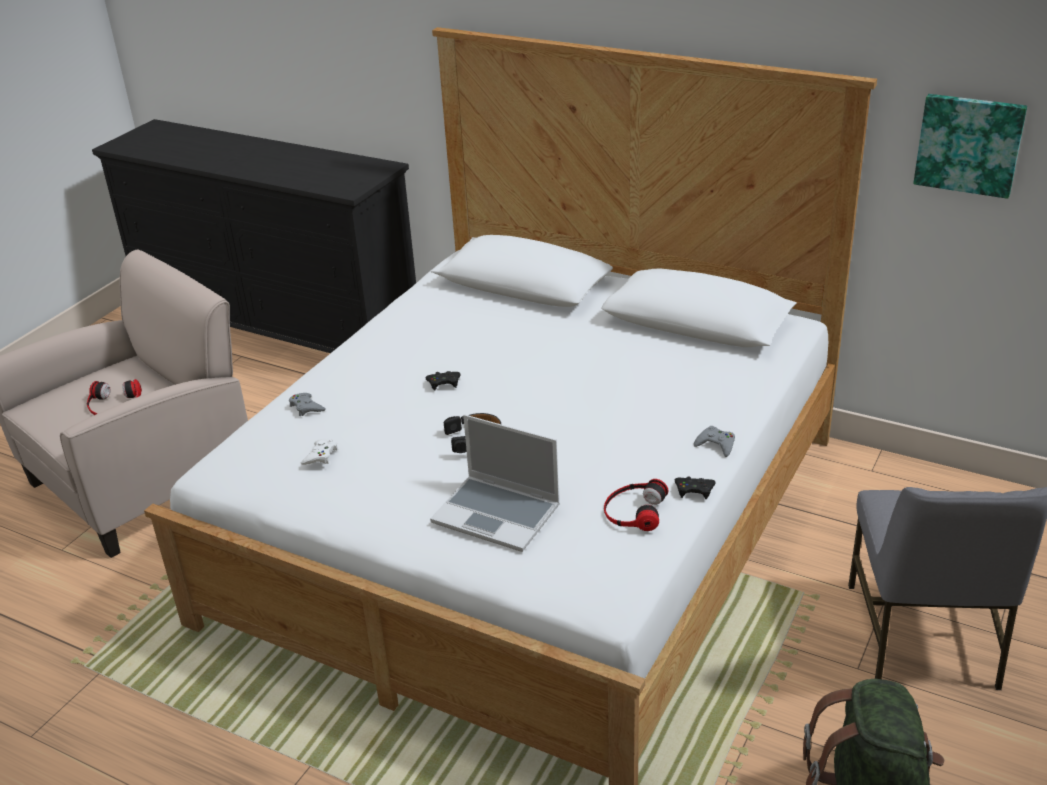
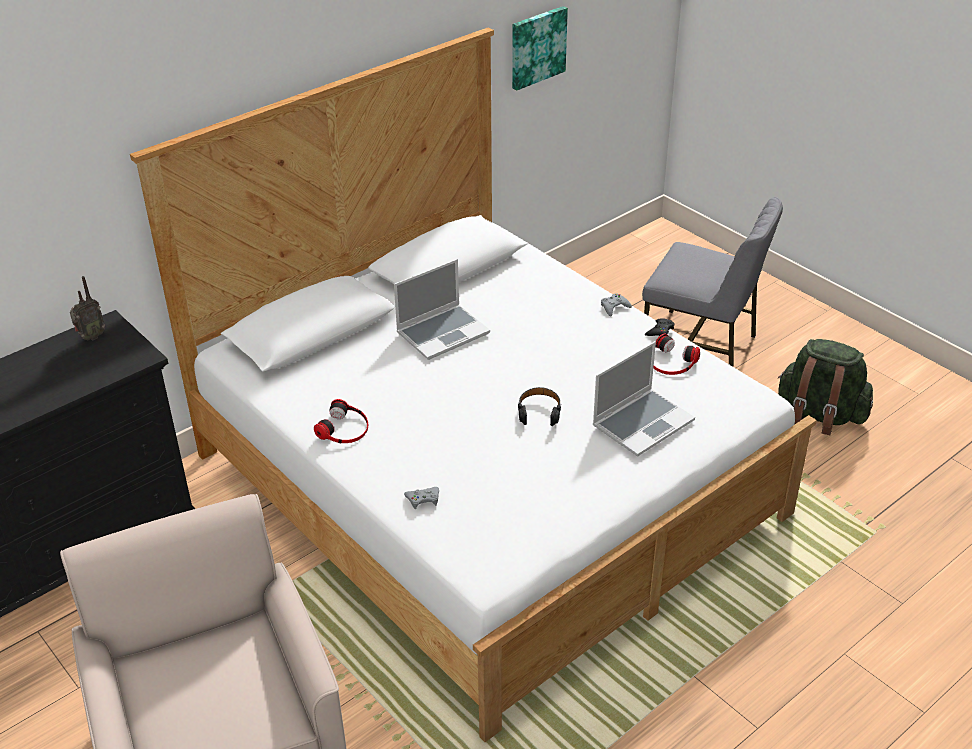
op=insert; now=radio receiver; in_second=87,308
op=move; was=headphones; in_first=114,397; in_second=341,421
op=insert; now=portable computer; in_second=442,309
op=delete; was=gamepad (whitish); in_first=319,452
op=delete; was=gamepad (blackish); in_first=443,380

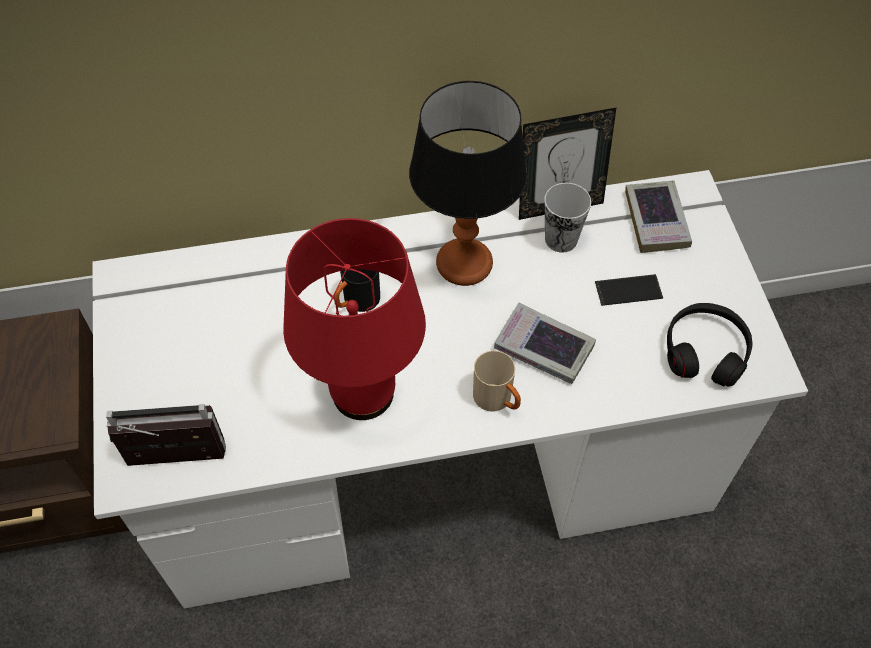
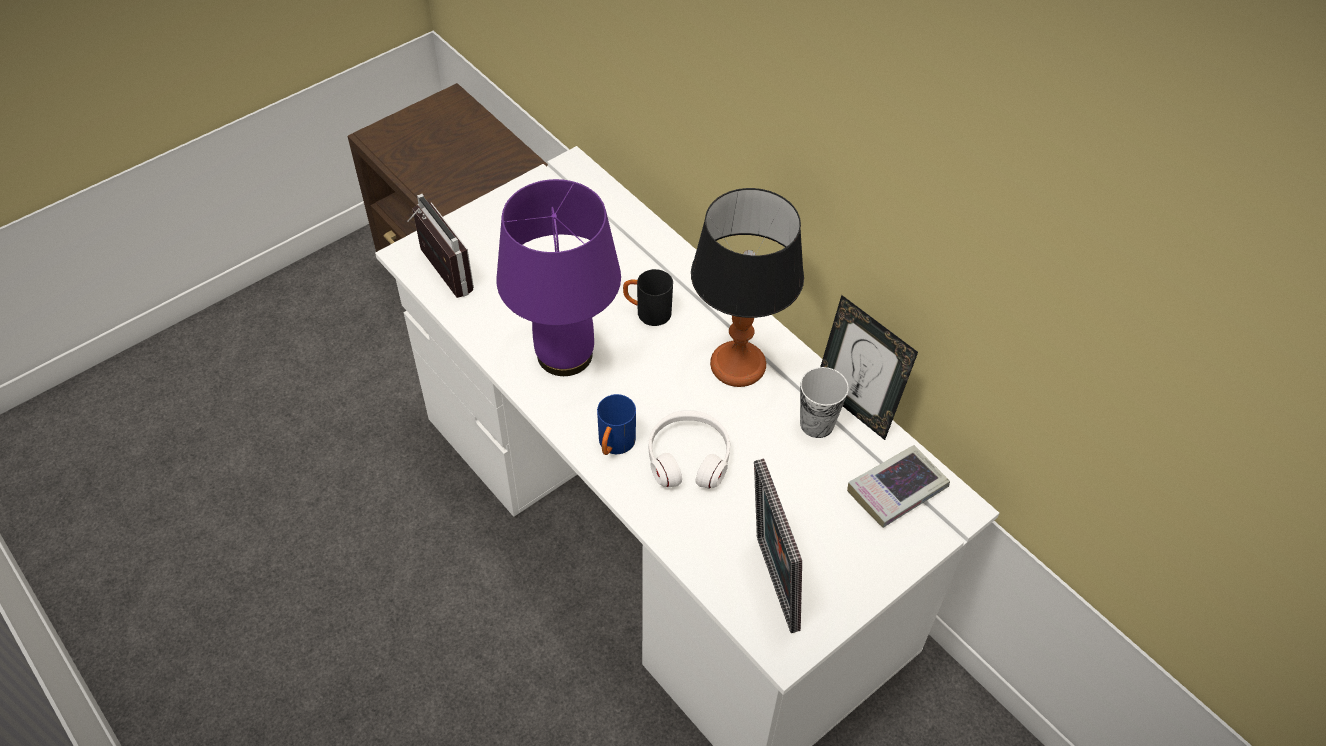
op=recolor; was=lamp for a table (red-coloured); now=lamp for a table (purple); in_first=354,319; in_second=559,277
op=recolor; was=mug (sand-coloured); now=mug (blue-coloured); in_first=497,381; in_second=616,424
op=replace; was=volume; now=headphones (whitish); in_first=545,343; in_second=689,449
op=replace; was=headphones (blackish); now=picture frame; in_first=710,345; in_second=778,546
op=delete; was=handset; in_first=629,290

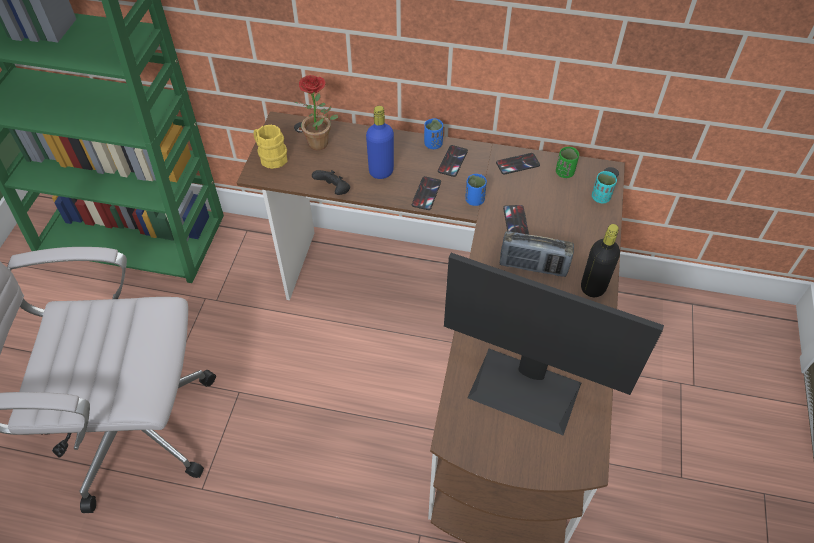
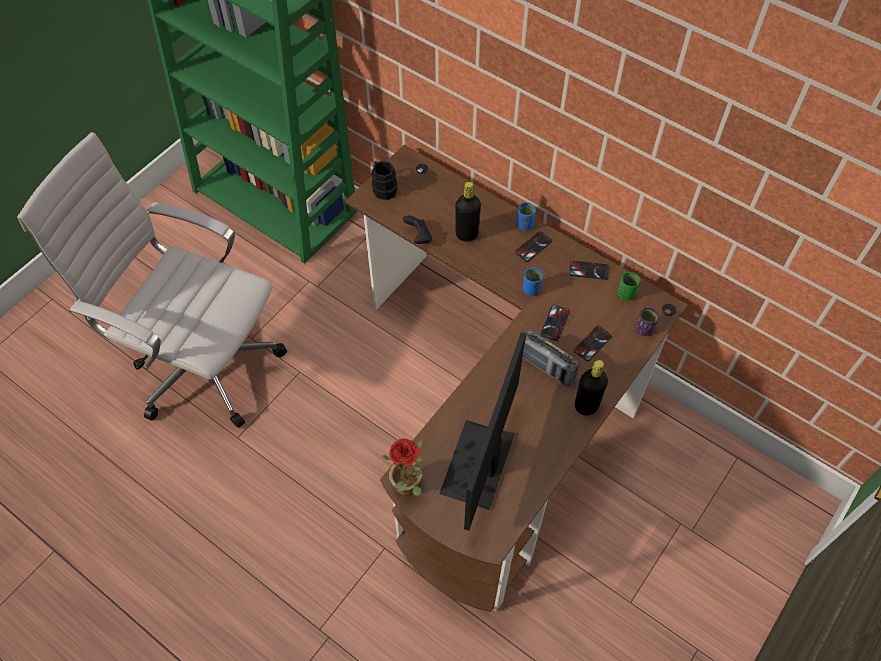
op=recolor; was=mug (yellow-coloured); now=mug (blackish); in_first=271,147; in_second=384,180
op=move; was=plant in a pot; in_first=316,112; in_second=402,467
op=rotate; was=computer display; in_first=554,344; in_second=482,431; clockwise=60
op=recolor; was=drink bottle (blue-coloured); now=drink bottle (blackish); in_first=380,142; in_second=468,212
op=move; was=handset; in_first=426,193; in_second=593,343
op=recolor; was=drinking cup (turquoise-coloured); now=drinking cup (purple); in_first=604,187; in_second=647,321

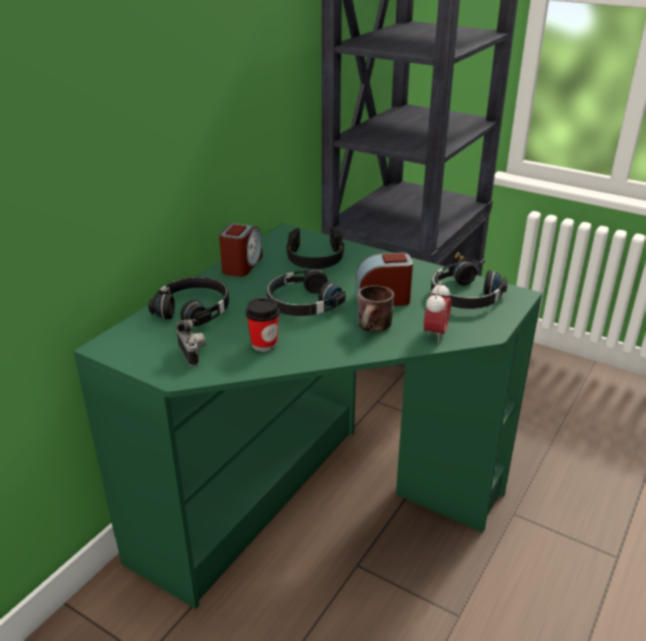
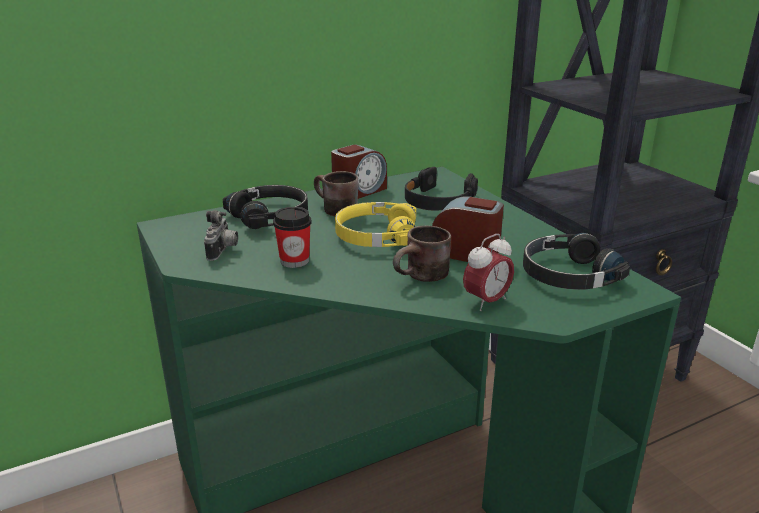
op=insert; now=mug (brown-coloured); in_second=336,194
op=recolor; was=headphones (blackish); now=headphones (yellow-coloured); in_first=306,292; in_second=375,224

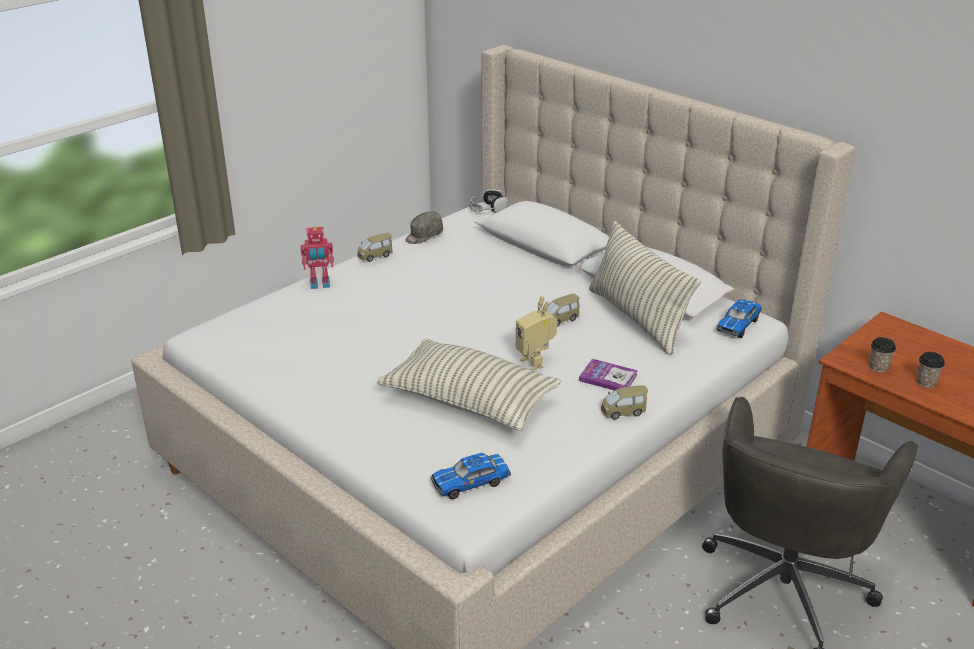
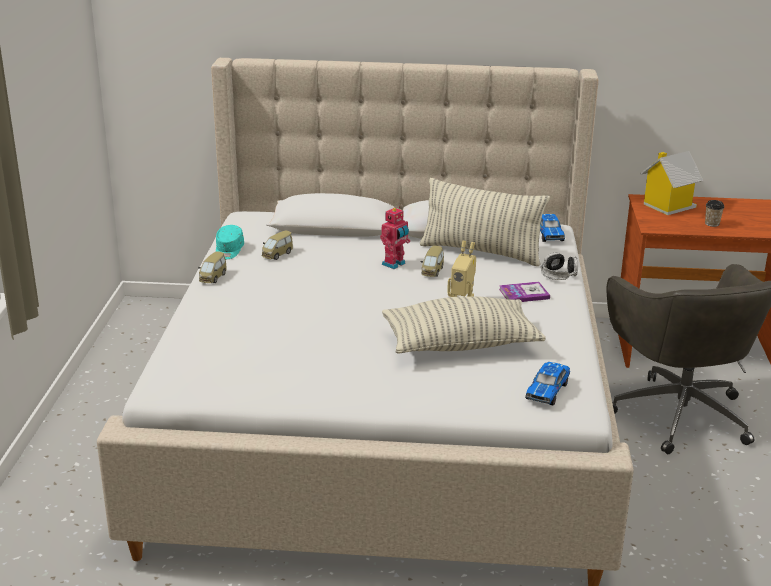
op=recolor; was=baseball cap (gray); now=baseball cap (turquoise-coloured); in_first=424,227; in_second=230,242
op=move; was=miniature car; in_first=625,402; in_second=277,245
op=move; was=model robot; in_first=317,258; in_second=395,238
op=move; was=headphones; in_first=488,201; in_second=559,266
op=insert; now=model house; in_second=671,183
op=delete; was=drinking cup; in_first=882,355

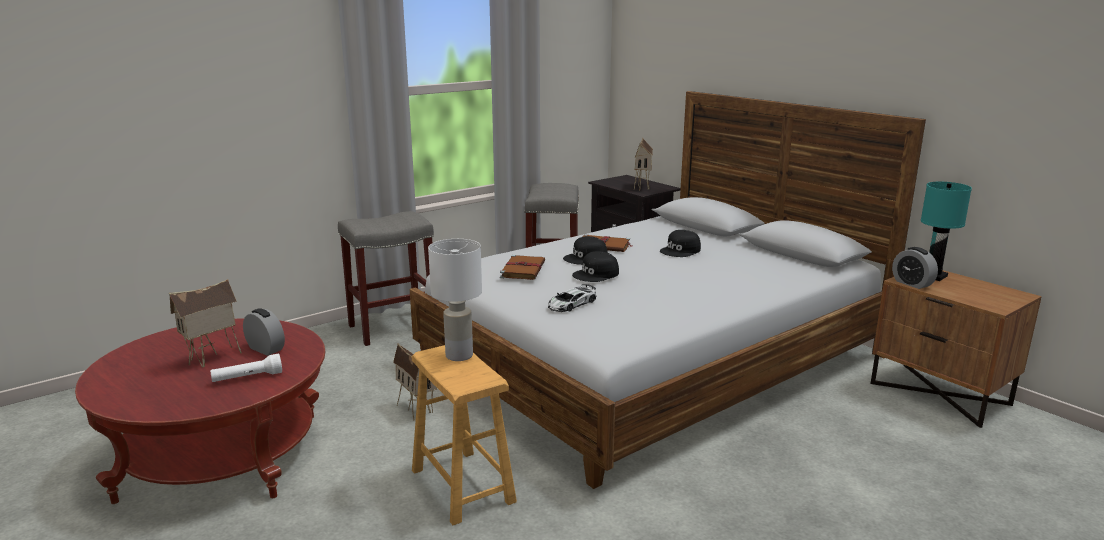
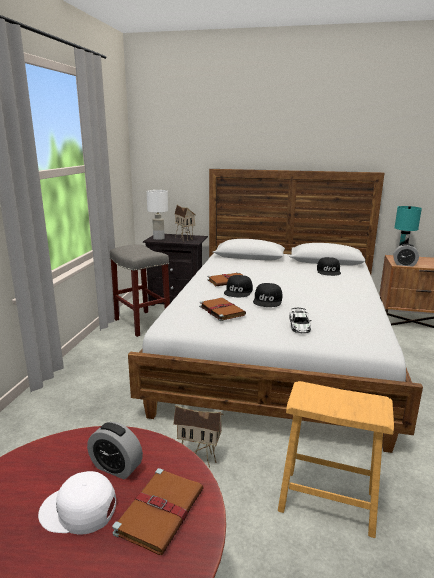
op=replace; was=model house; now=baseball cap (whitish); in_first=205,323; in_second=77,503
op=rotate; was=alarm clock; in_first=264,332; in_second=115,450; clockwise=-150
op=replace; was=hand torch (whitish); now=volume (brown-coloured); in_first=246,367; in_second=158,511
op=move; was=lamp for a table (whitish); in_first=455,300; in_second=157,215
op=move; was=baseball cap (blackish); in_first=680,243; in_second=329,266
op=delete; was=stool (gray); in_first=386,278

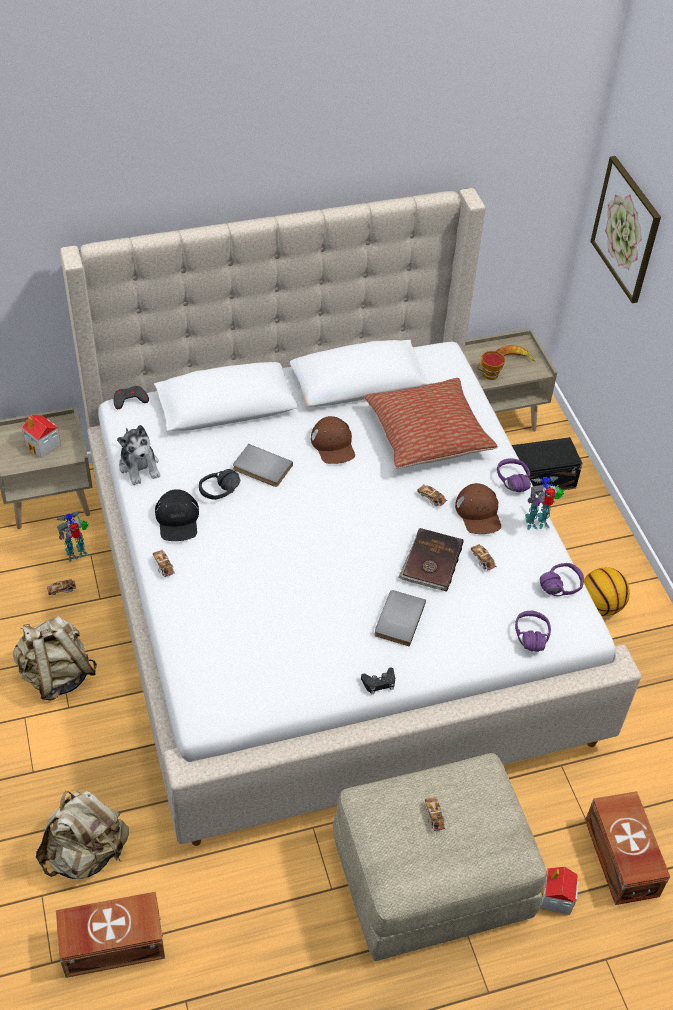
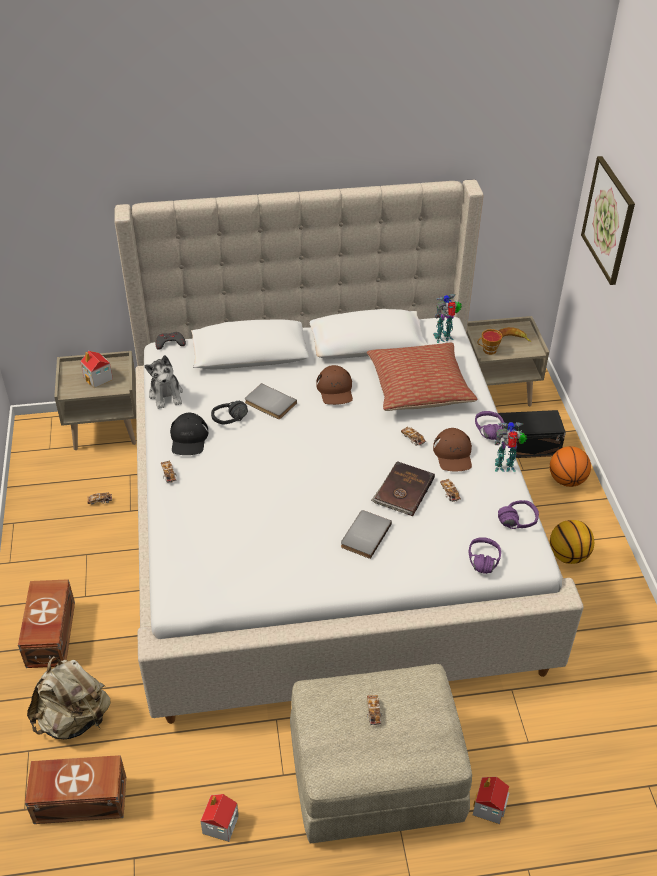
op=move; was=storage bin (brown-coloured); in_first=627,848; in_second=46,623
op=insert; now=model house; in_second=219,818
op=move; was=model robot; in_first=72,536; in_second=447,318
op=insert; now=basketball ball; in_second=570,466
op=delete; was=knapsack (sand-coloured); in_first=55,658
op=delete; was=gamepad (blackish); in_first=378,681

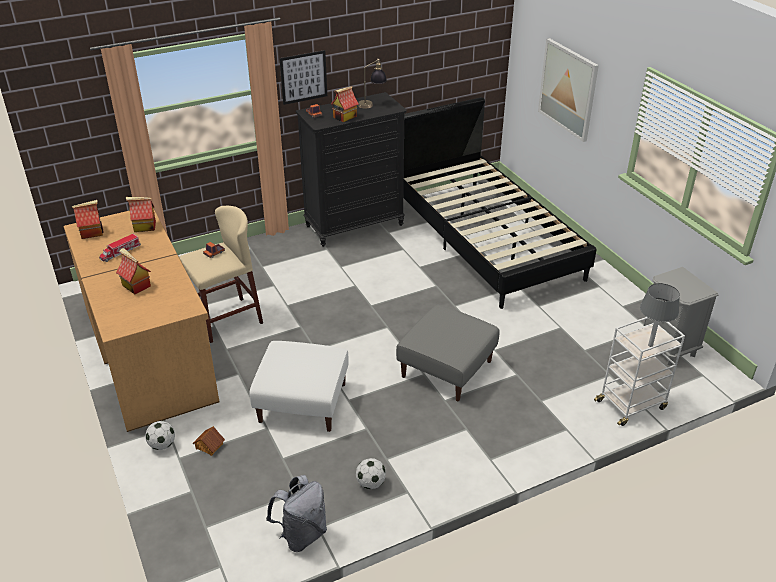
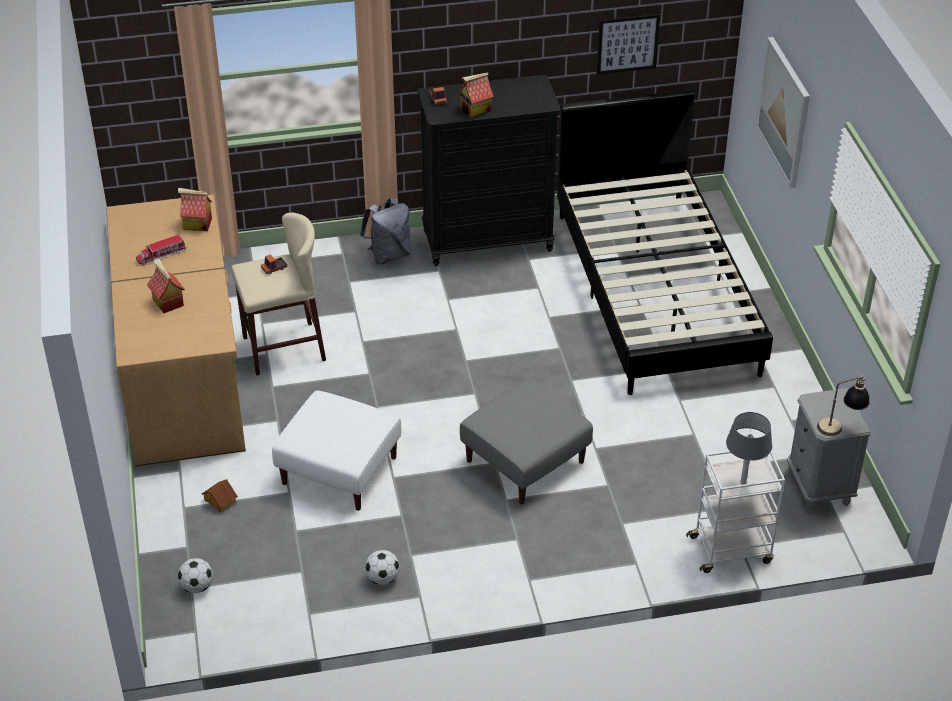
op=move; was=football ball; in_first=160,435; in_second=195,575
op=move; was=knapsack (gray); in_first=296,513; in_second=385,231
op=move; was=wall picture; in_first=303,77; in_second=628,44
op=move; was=lamp for a table; in_first=372,83; in_second=843,404
op=delete; was=model house; in_first=88,219

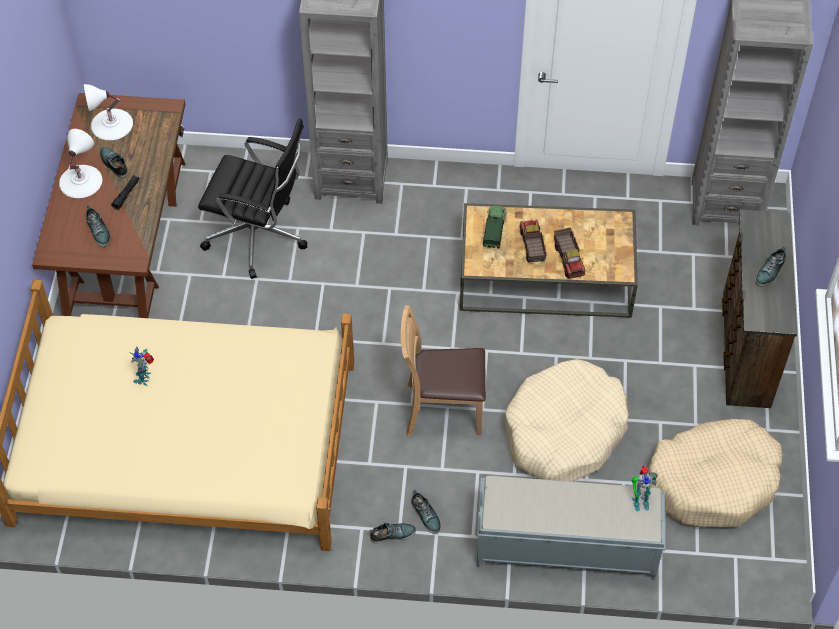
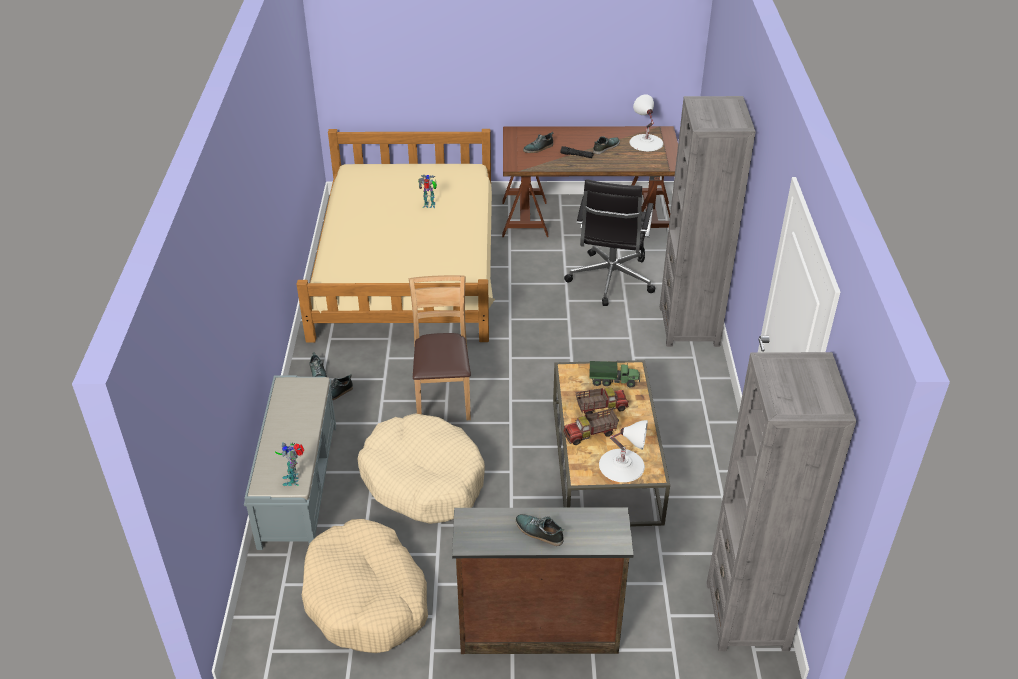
op=move; was=lamp for a table (whitish); in_first=80,163; in_second=623,451

